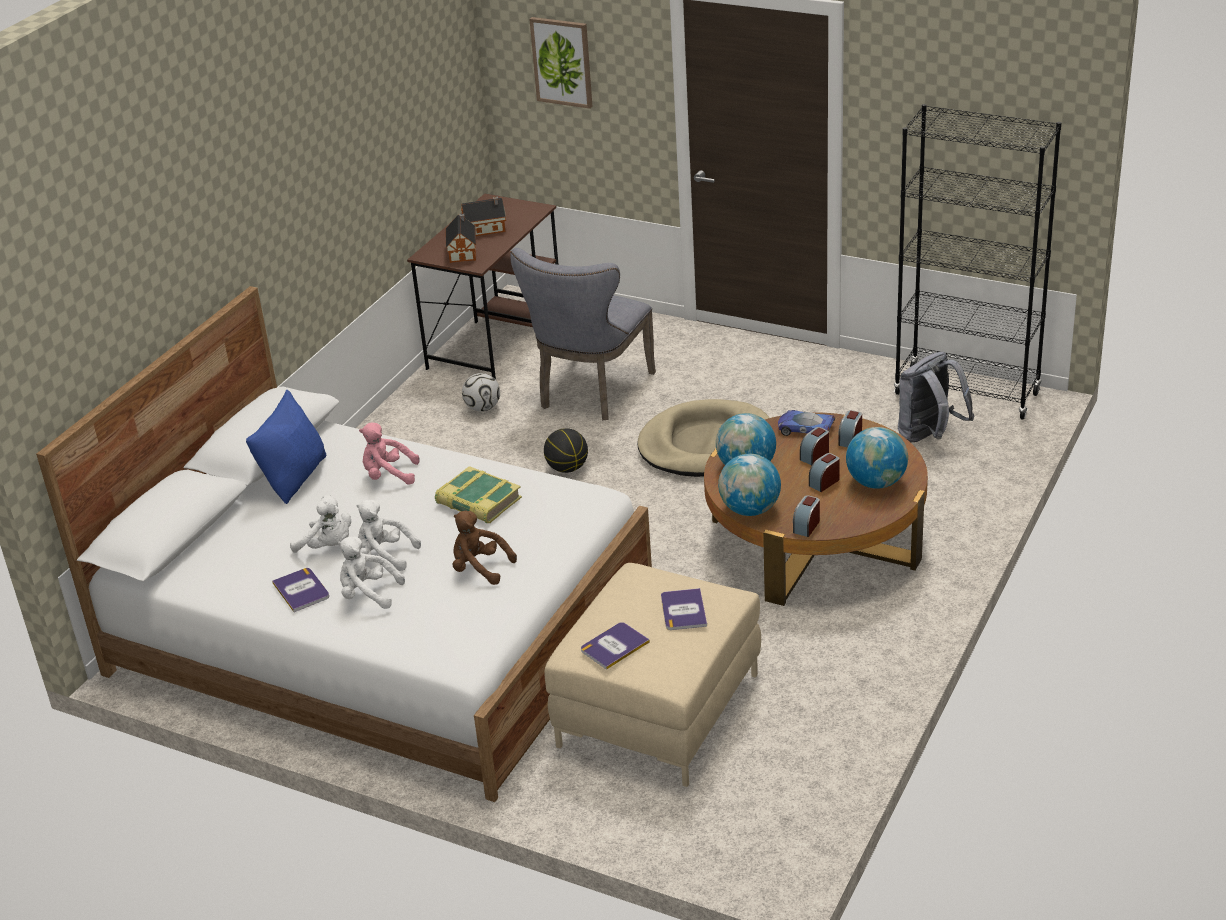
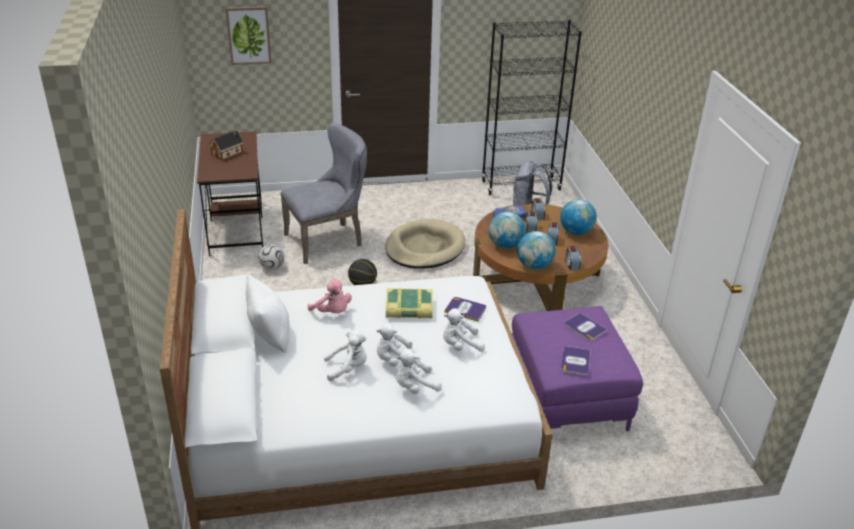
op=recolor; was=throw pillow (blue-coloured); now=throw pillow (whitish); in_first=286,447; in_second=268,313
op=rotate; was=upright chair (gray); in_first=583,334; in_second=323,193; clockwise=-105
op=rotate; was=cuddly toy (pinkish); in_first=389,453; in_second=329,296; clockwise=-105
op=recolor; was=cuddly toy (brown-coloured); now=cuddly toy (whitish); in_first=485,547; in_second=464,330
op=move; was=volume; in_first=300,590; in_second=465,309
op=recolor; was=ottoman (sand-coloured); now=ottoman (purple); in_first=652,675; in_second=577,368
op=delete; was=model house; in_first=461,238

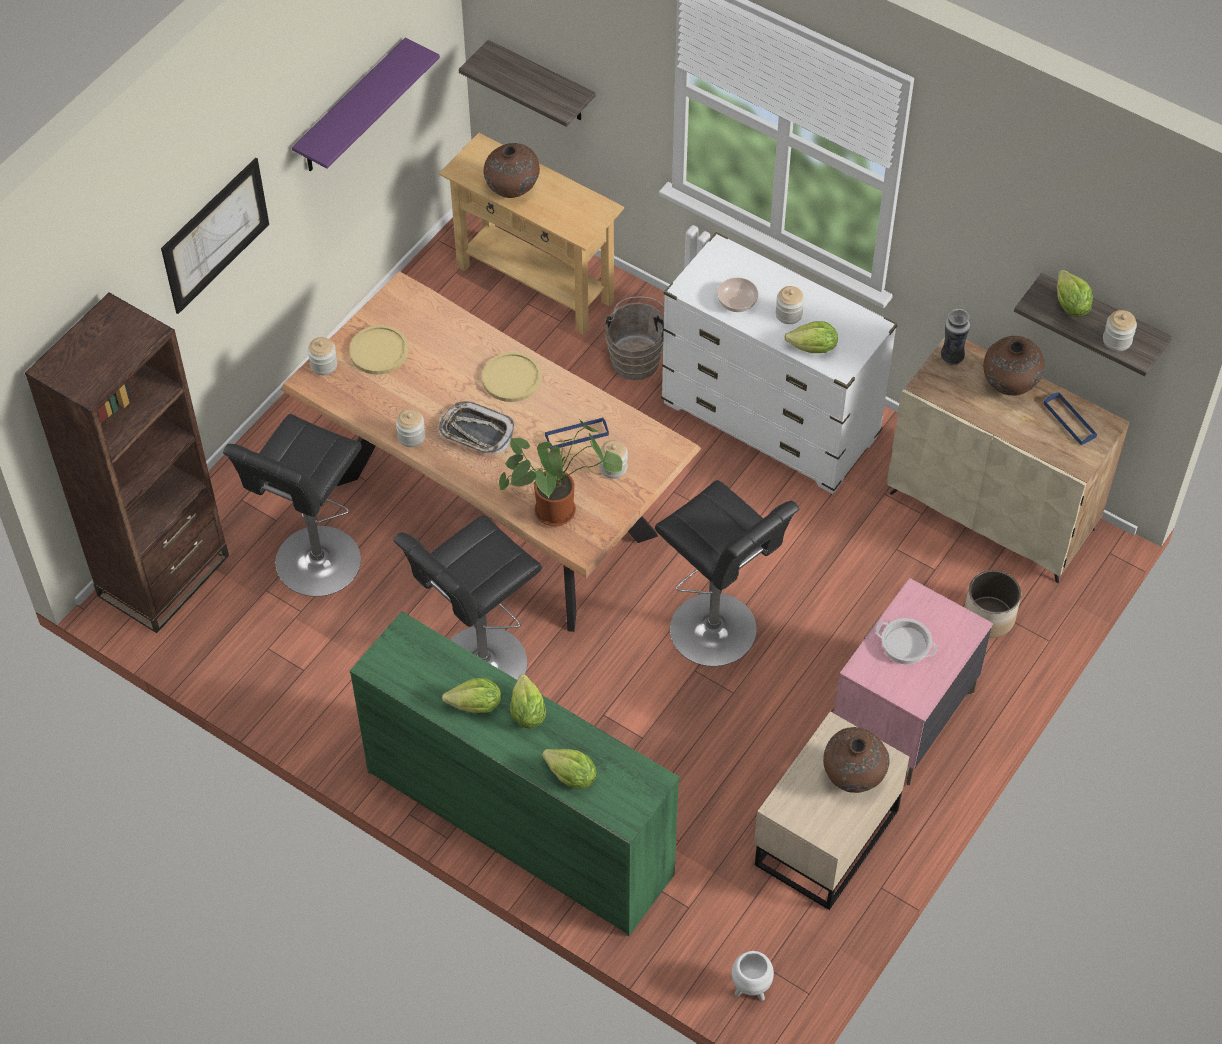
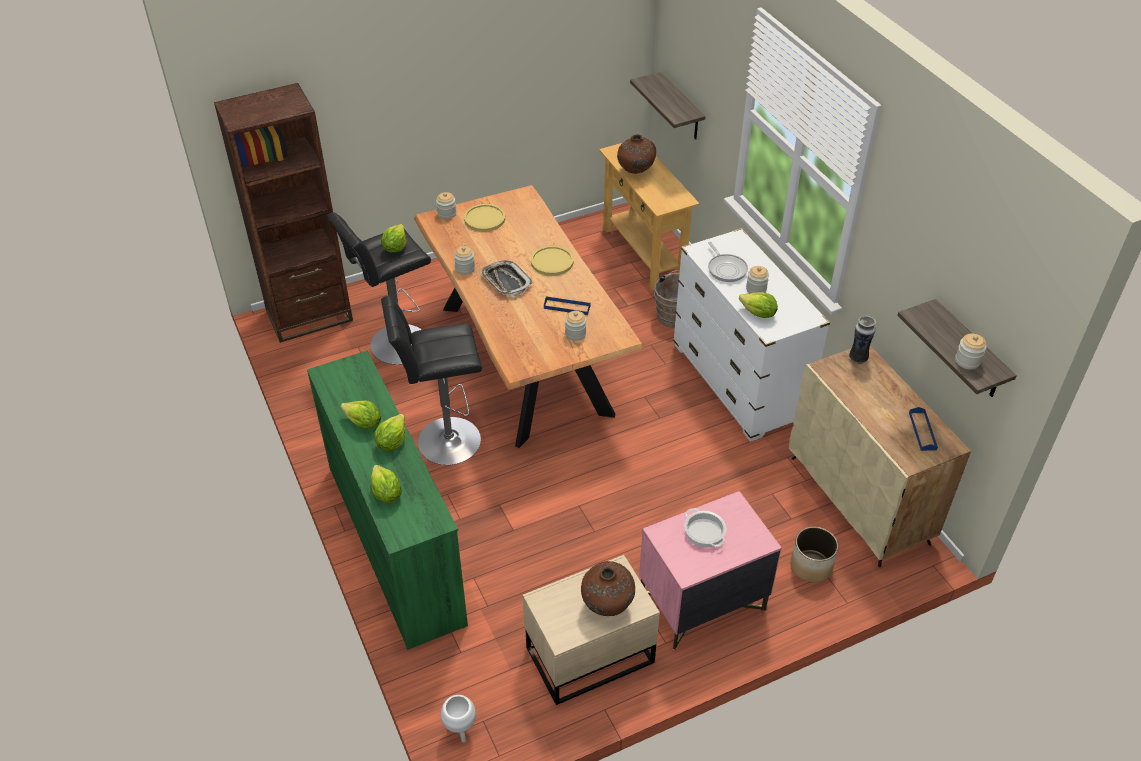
op=move; was=lettuce head; in_first=1075,293; in_second=393,238
op=replace; was=deep dish; now=skillet; in_first=737,295; in_second=728,262
op=delete; was=wall picture; in_first=215,236
op=delete; was=shelf (purple); in_first=366,104
op=delete; was=plant in a pot; in_first=561,472
op=delete; was=stool (blackish); in_first=727,573
op=delete; was=decorative vase (brown-coloured); in_first=1014,365

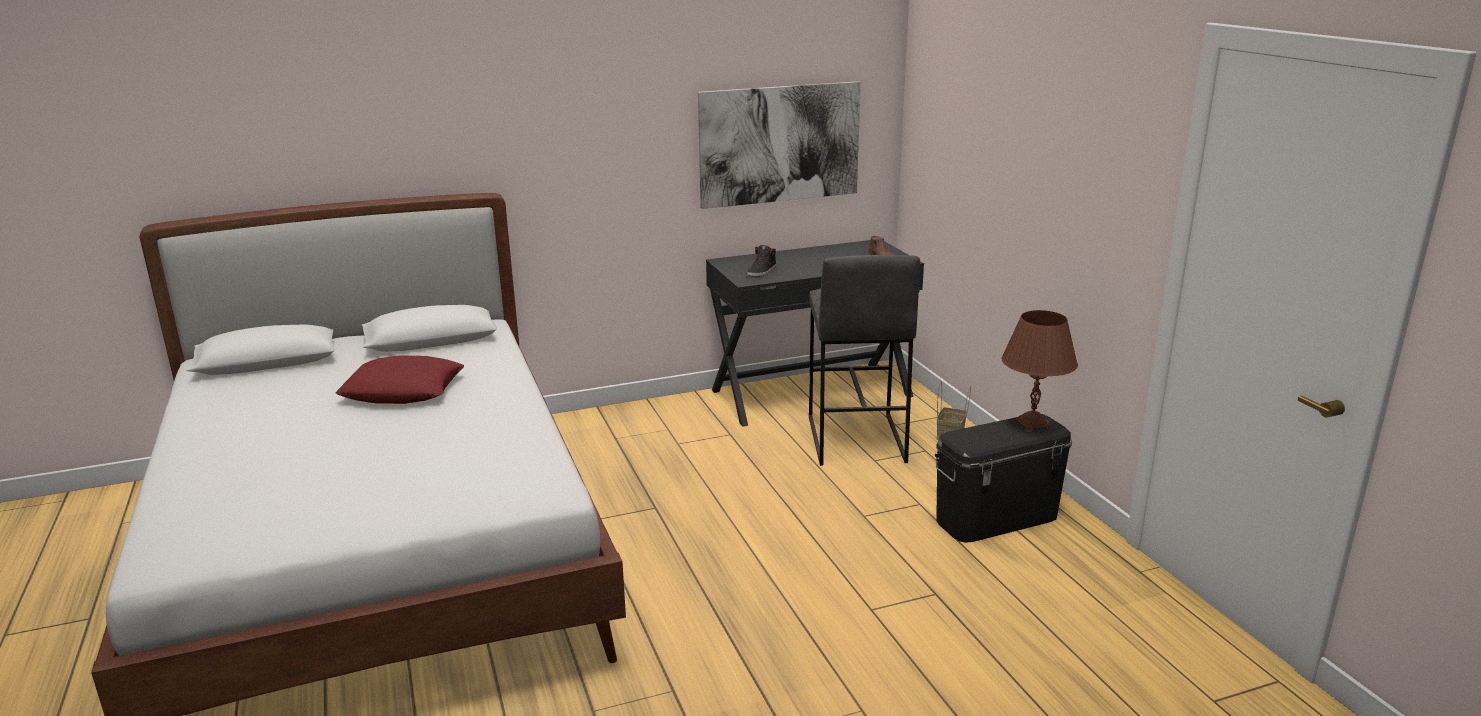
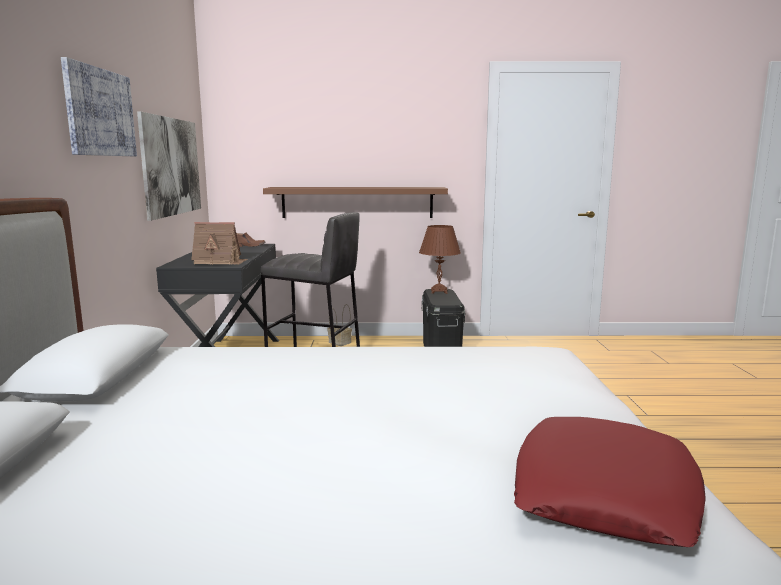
op=insert; now=wall picture; in_second=99,106
op=replace; was=shoe (blackish); now=model house; in_first=761,261; in_second=219,243
op=insert; now=shelf (brown-coloured); in_second=355,202
op=move; was=throw pillow (red-coloured); in_first=400,379; in_second=610,482

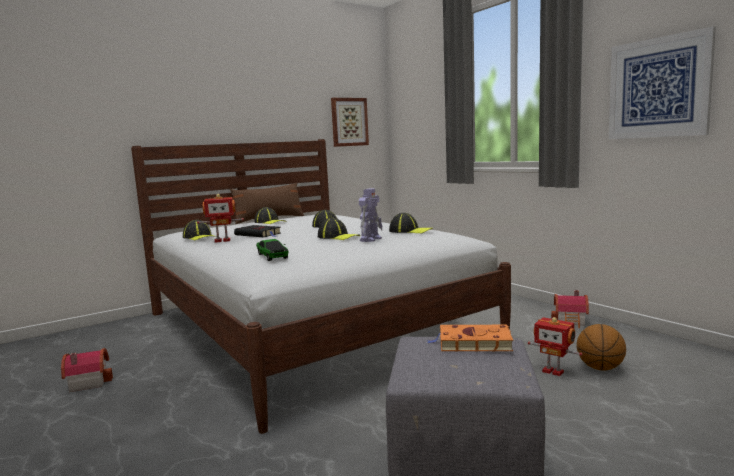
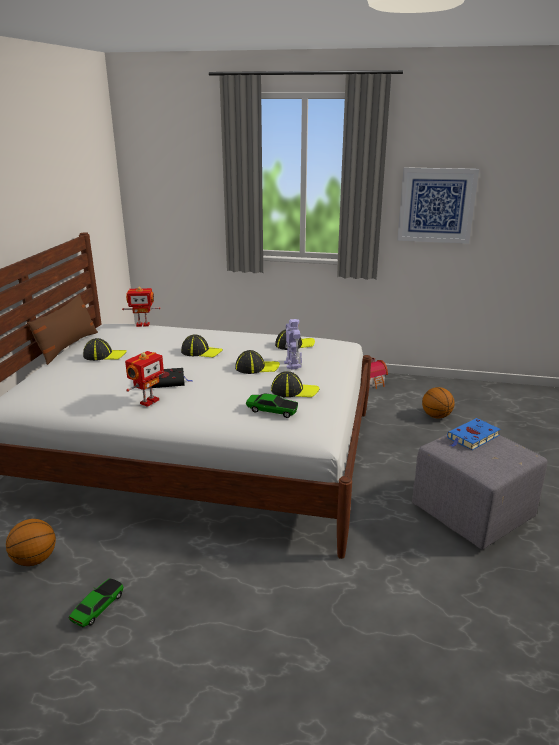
op=insert; now=basketball ball; in_second=31,542
op=replace; was=model house; now=miniature car; in_first=87,370; in_second=96,603
op=move; was=model robot; in_first=555,346; in_second=141,307
op=move; was=baseball cap; in_first=200,230; in_second=295,384
op=recolor; was=volume (orangey); now=volume (blue-coloured); in_first=470,338; in_second=474,434
op=delete; was=wall picture; in_first=350,122

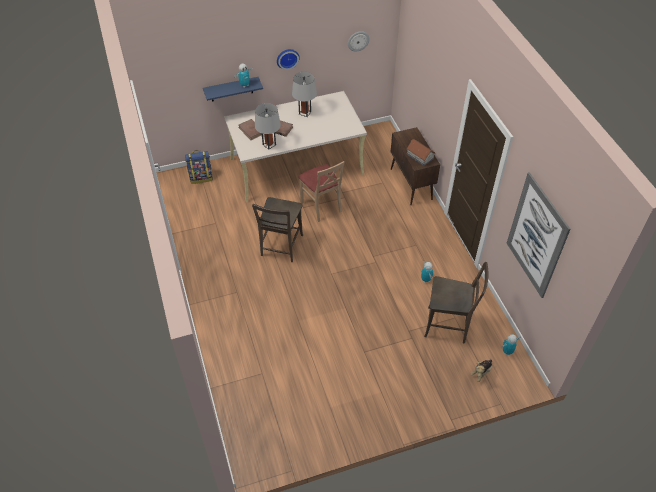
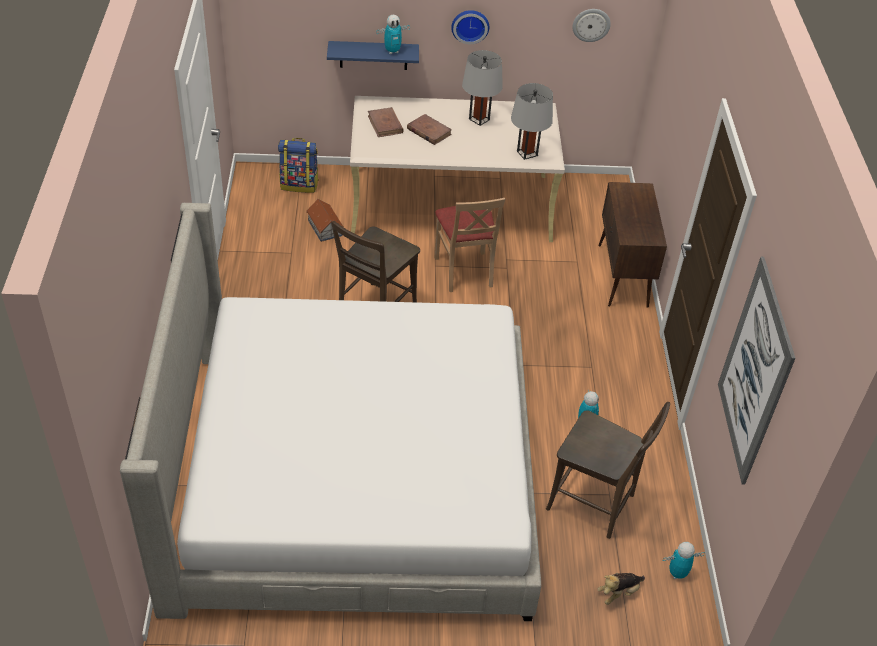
op=insert; now=sleeping bed; in_second=330,412
op=move; was=model house; in_first=420,152; in_second=325,220
op=move; was=lamp for a table (gray); in_first=268,126; in_second=532,121

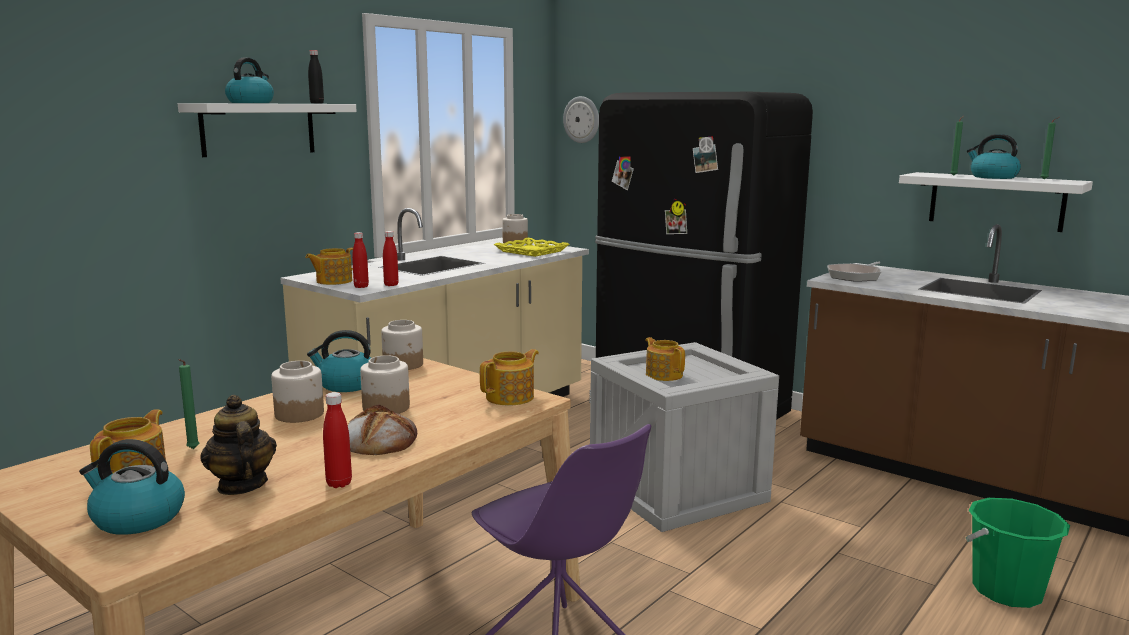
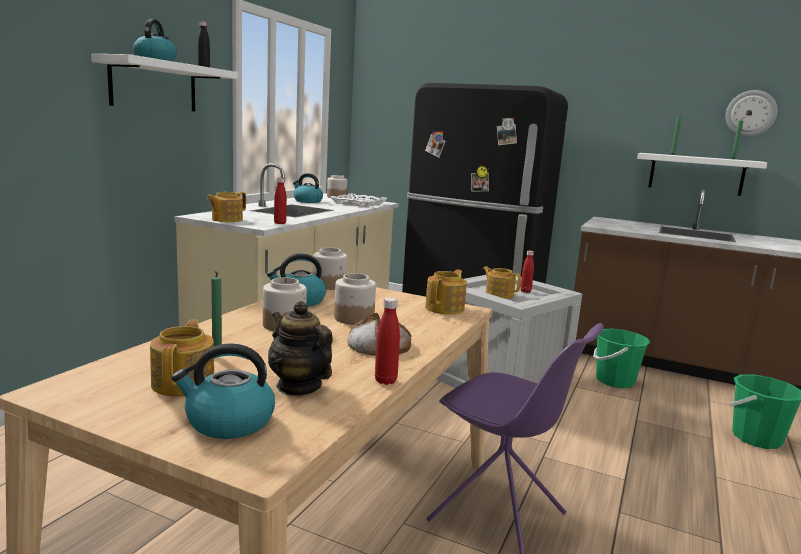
op=move; was=tea kettle; in_first=994,156; in_second=308,188
op=recolor; was=serving tray (yellow-coloured); now=serving tray (whitish); in_first=531,247; in_second=359,200
op=move; was=drink bottle (red-coloured); in_first=360,260; in_second=527,272
op=insert; now=water bucket (green); in_second=621,358
op=move; was=clock on the wall; in_first=581,119; in_second=752,113
op=delete; was=skillet; in_first=854,271

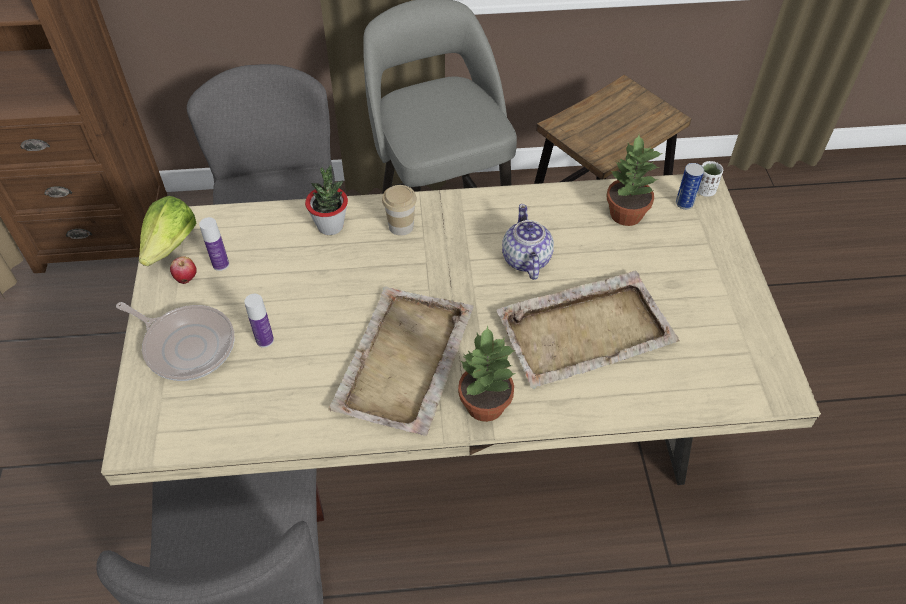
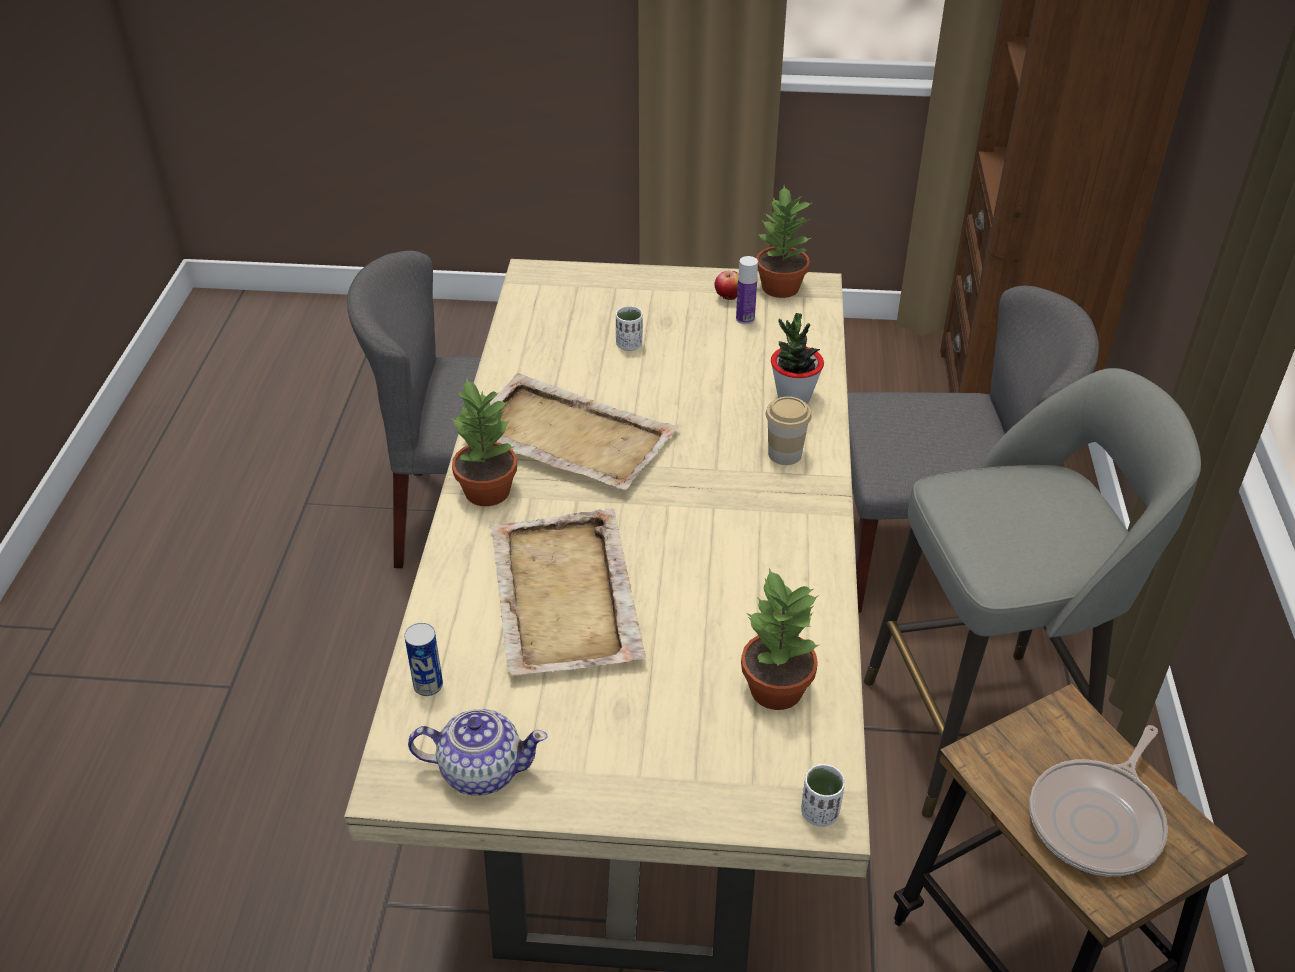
op=move; was=sealed can; in_first=690,186; in_second=423,659
op=move; was=tea pot; in_first=528,242; in_second=478,752
op=replace; was=drink bottle; now=drinking cup (whitish); in_first=259,320; in_second=629,328
op=replace; was=lettuce head; now=plant in a pot; in_first=167,231; in_second=784,242
op=move; was=skillet; in_first=175,341; in_second=1098,800

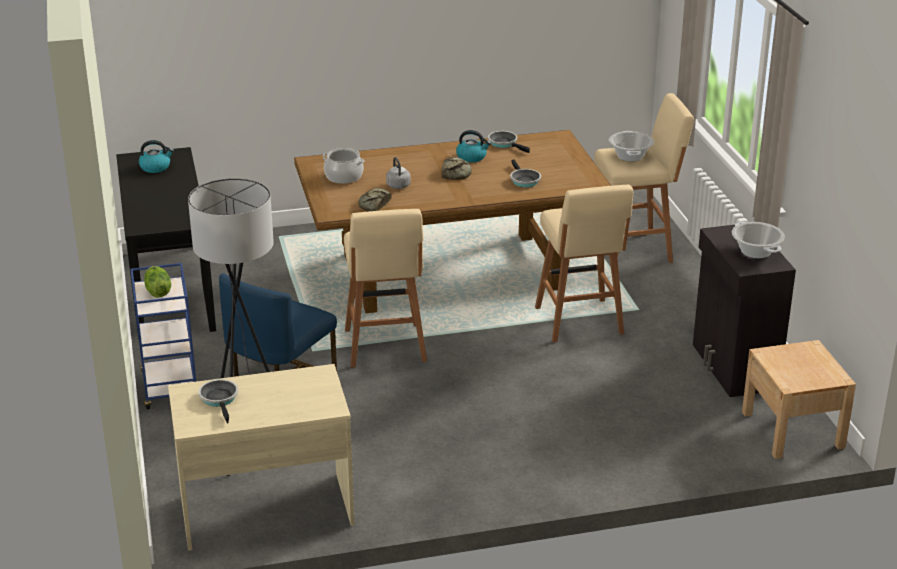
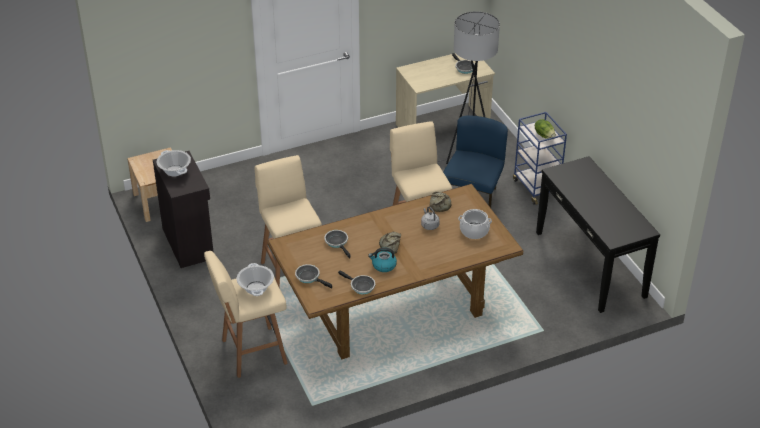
op=insert; now=skillet; in_second=313,276
op=delete; was=tea kettle; in_first=156,156

